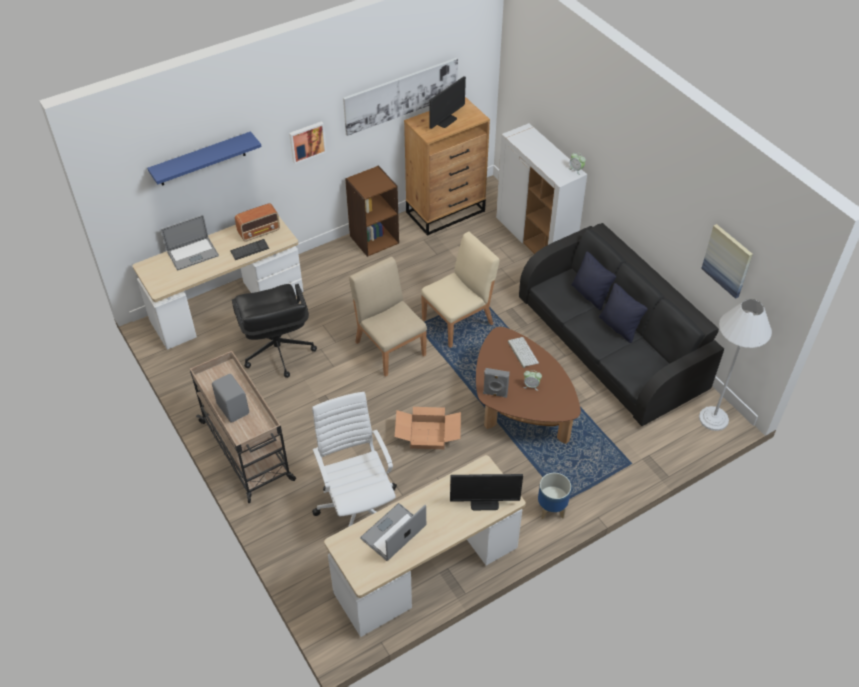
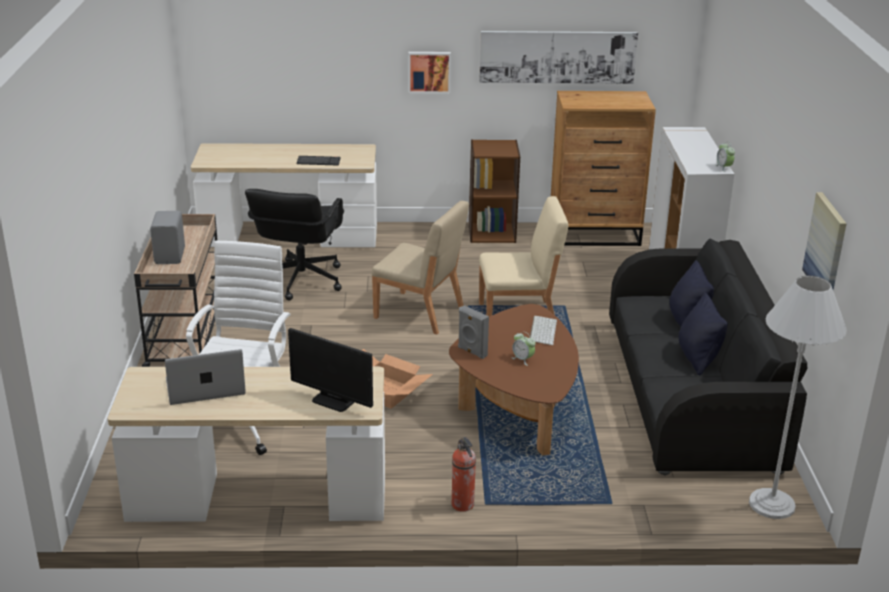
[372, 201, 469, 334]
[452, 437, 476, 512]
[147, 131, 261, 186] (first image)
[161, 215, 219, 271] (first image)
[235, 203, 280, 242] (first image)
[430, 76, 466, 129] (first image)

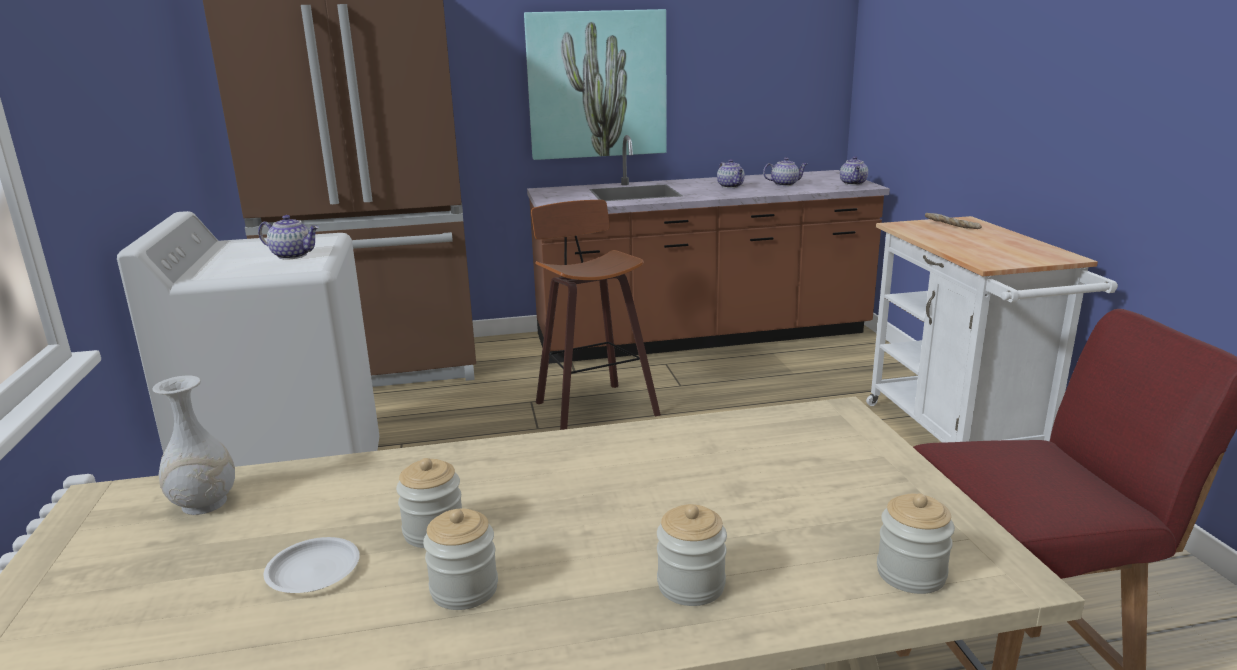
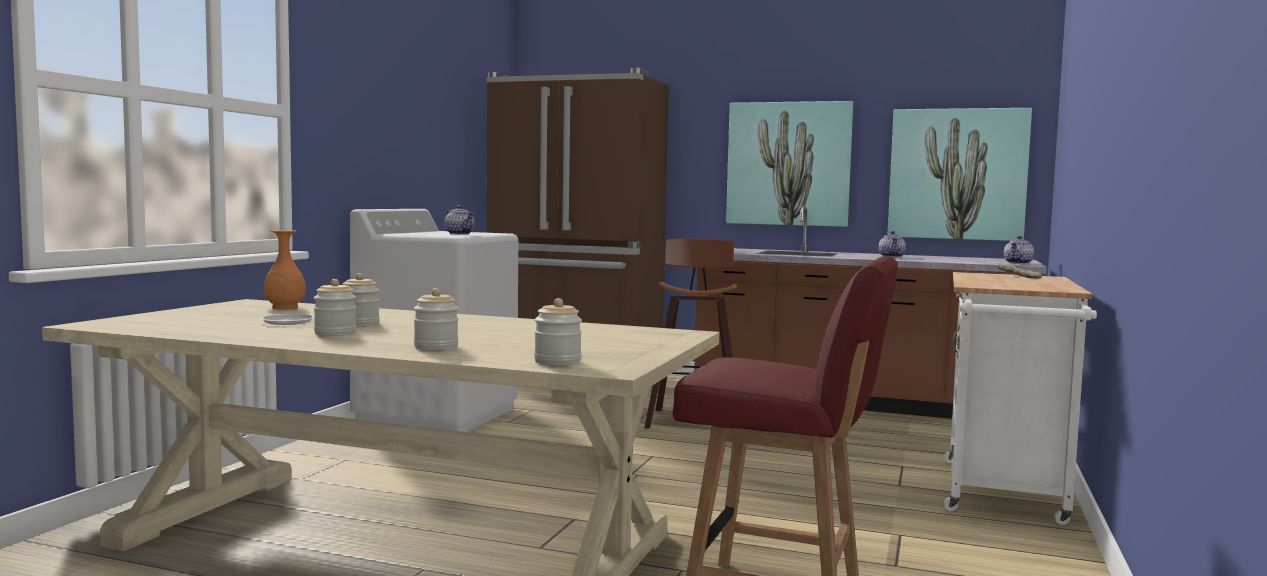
[264, 230, 306, 309]
[888, 108, 1032, 241]
[763, 157, 807, 186] (first image)

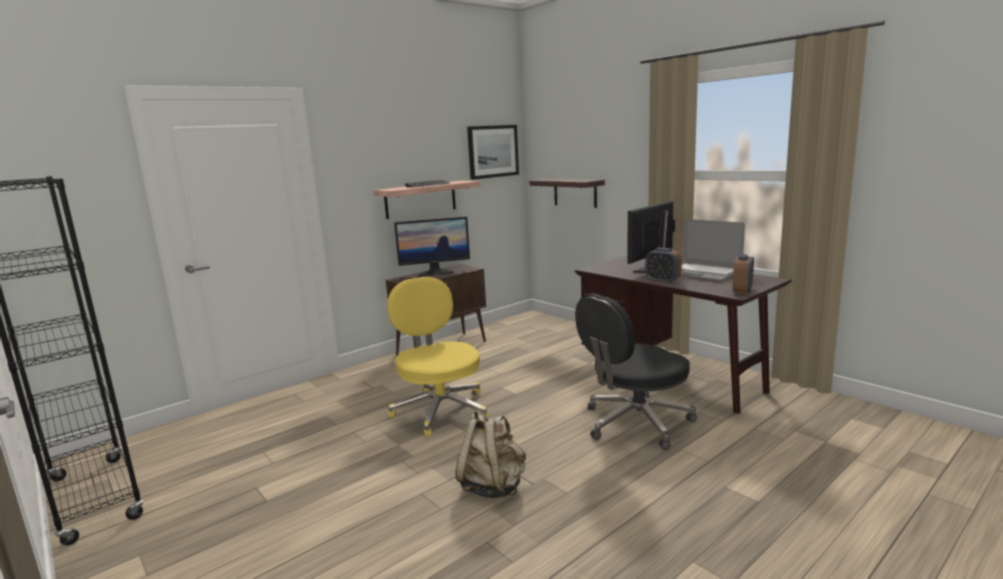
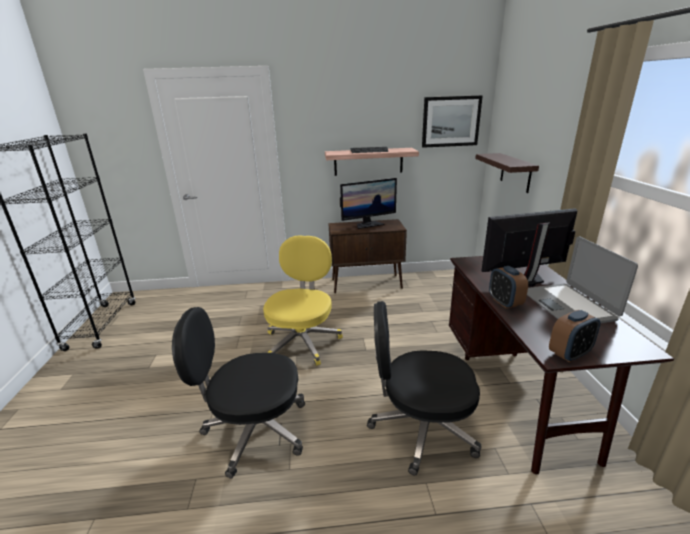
[172, 307, 305, 479]
[340, 178, 397, 229]

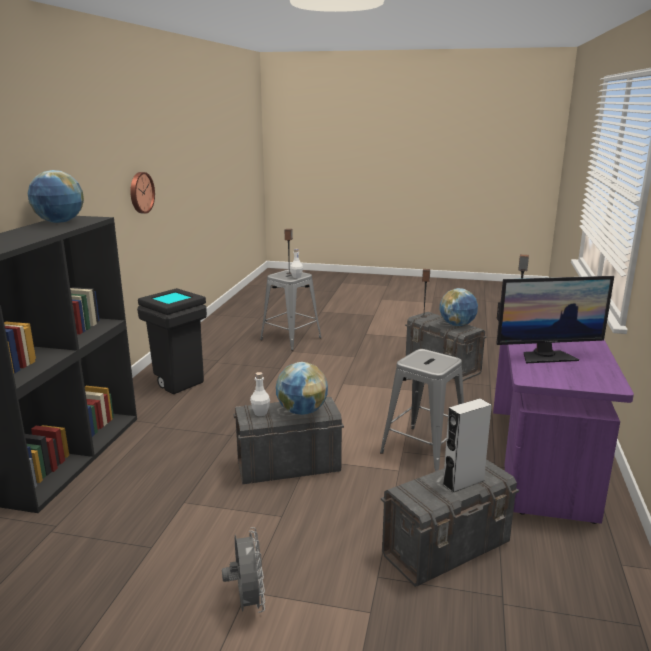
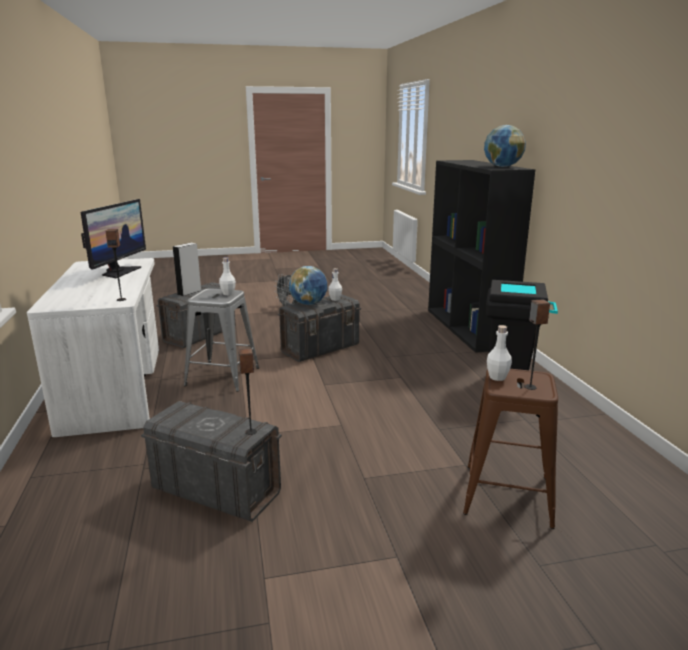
[27, 258, 159, 437]
[81, 199, 146, 278]
[219, 257, 236, 295]
[463, 369, 558, 529]
[130, 172, 155, 214] (first image)
[440, 288, 478, 326] (first image)

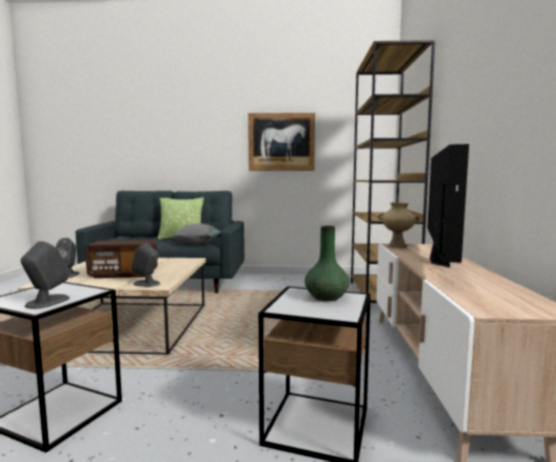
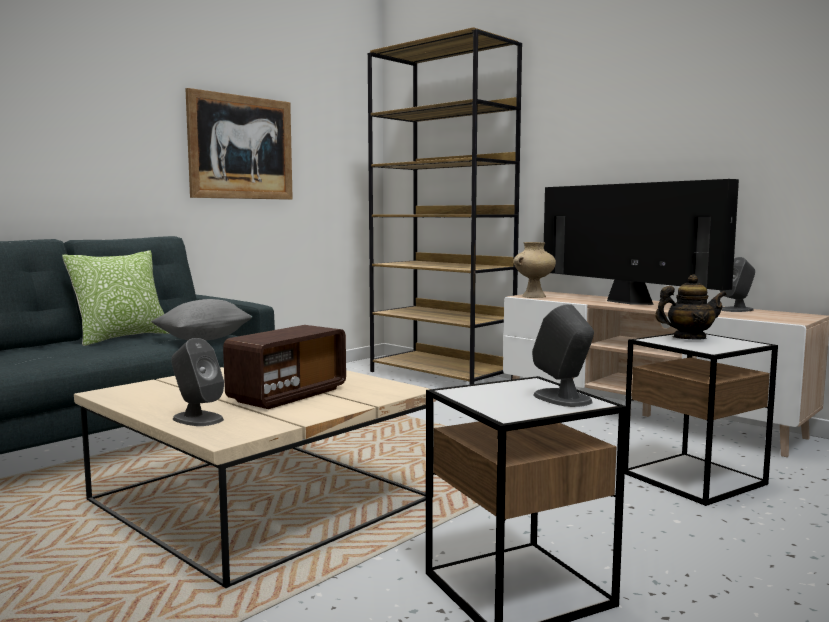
[655, 275, 727, 339]
[720, 257, 755, 312]

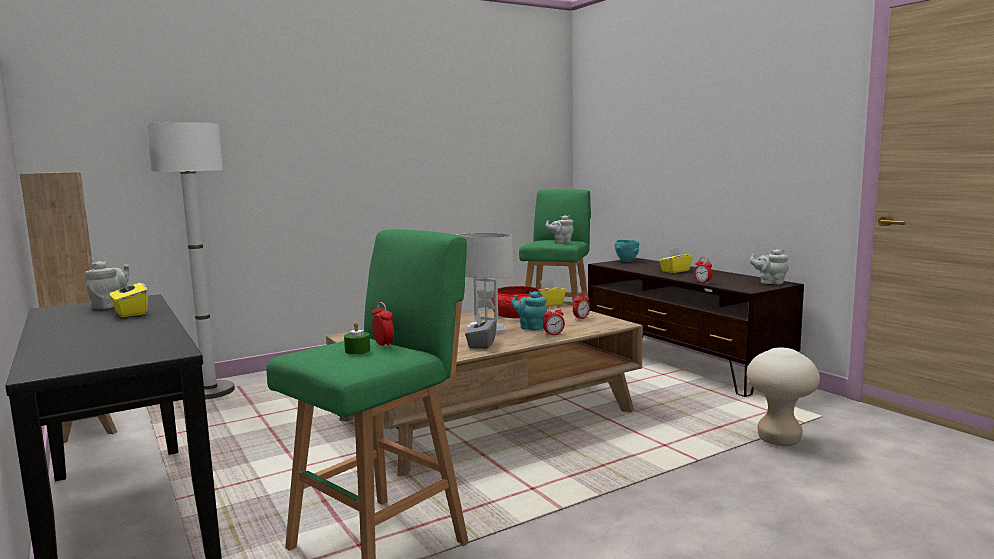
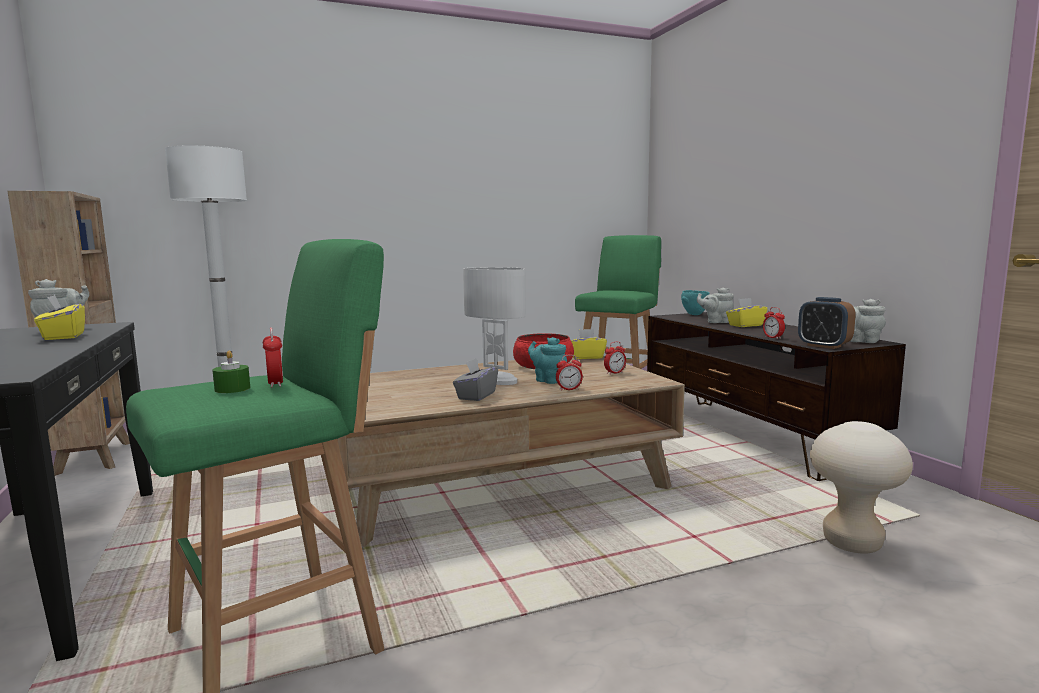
[697, 288, 734, 323]
[798, 297, 856, 349]

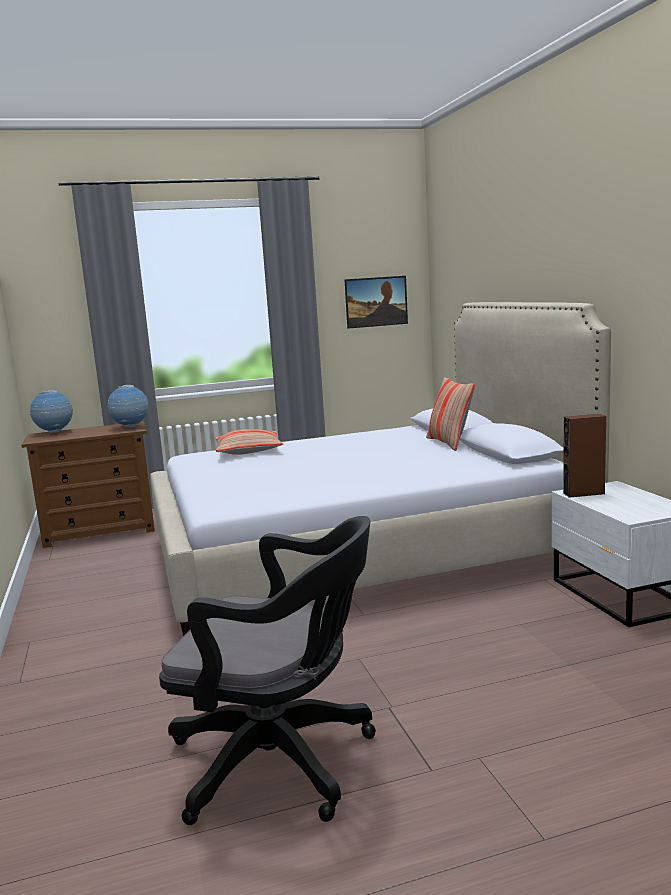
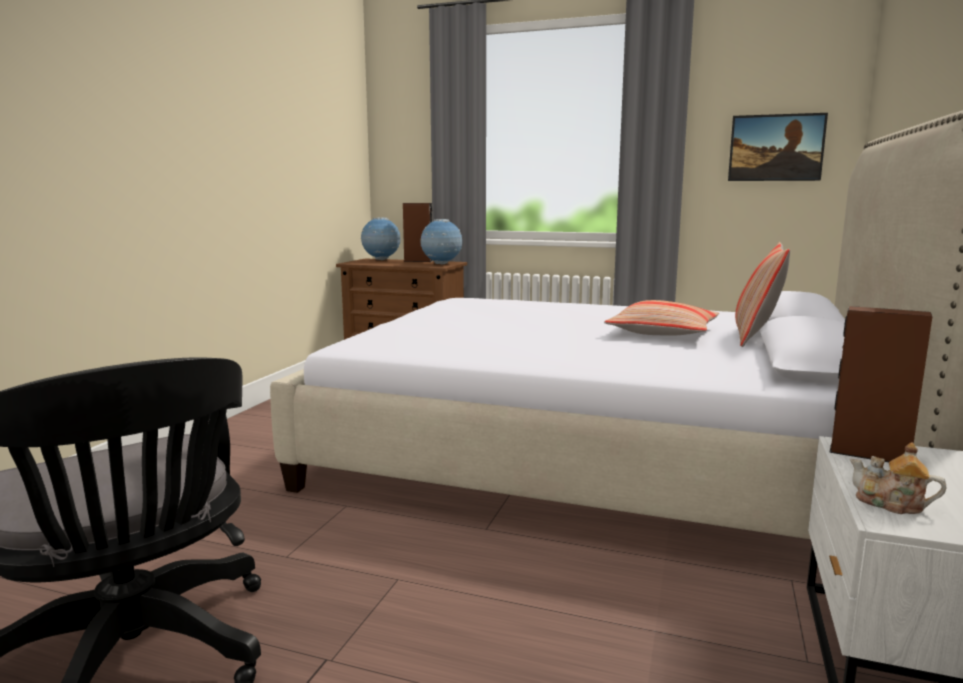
[403, 203, 433, 262]
[604, 300, 719, 336]
[850, 442, 946, 514]

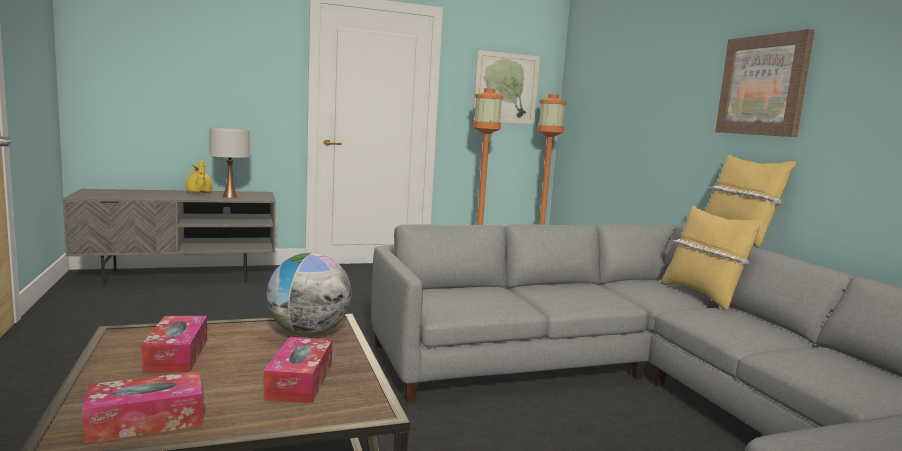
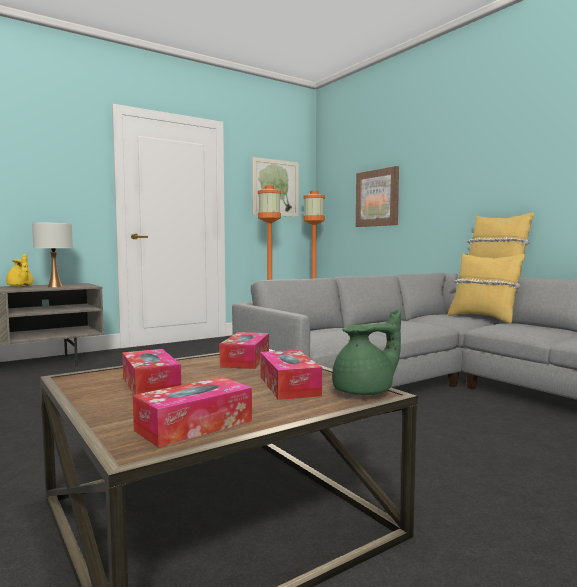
[219, 332, 269, 369]
[332, 309, 401, 395]
[356, 166, 399, 227]

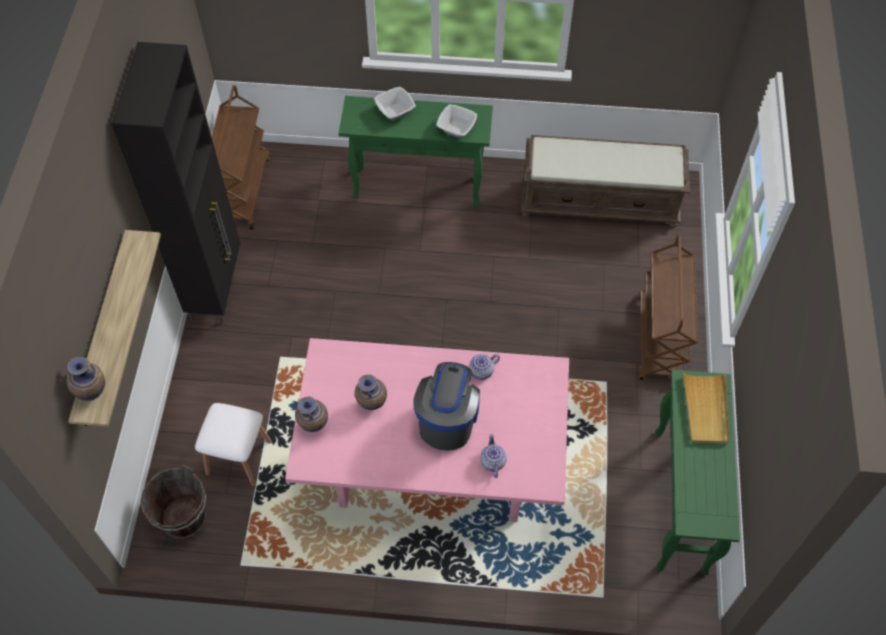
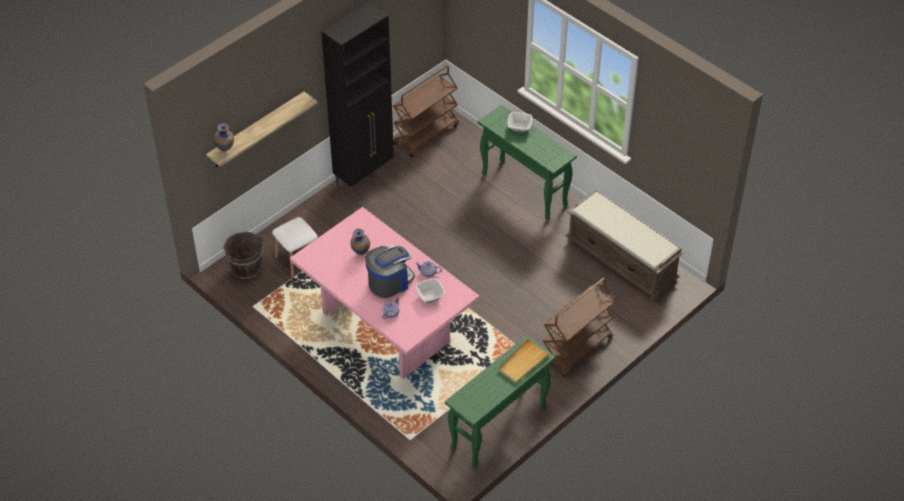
[415, 278, 445, 303]
[295, 397, 328, 432] (first image)

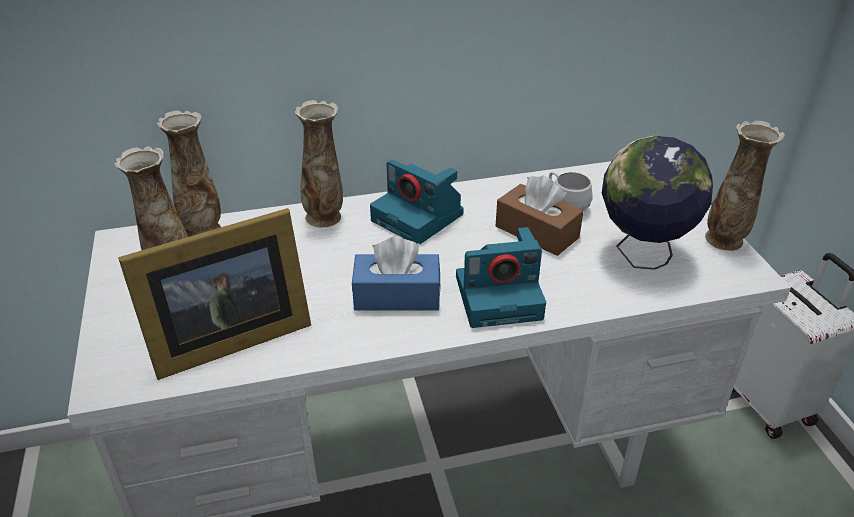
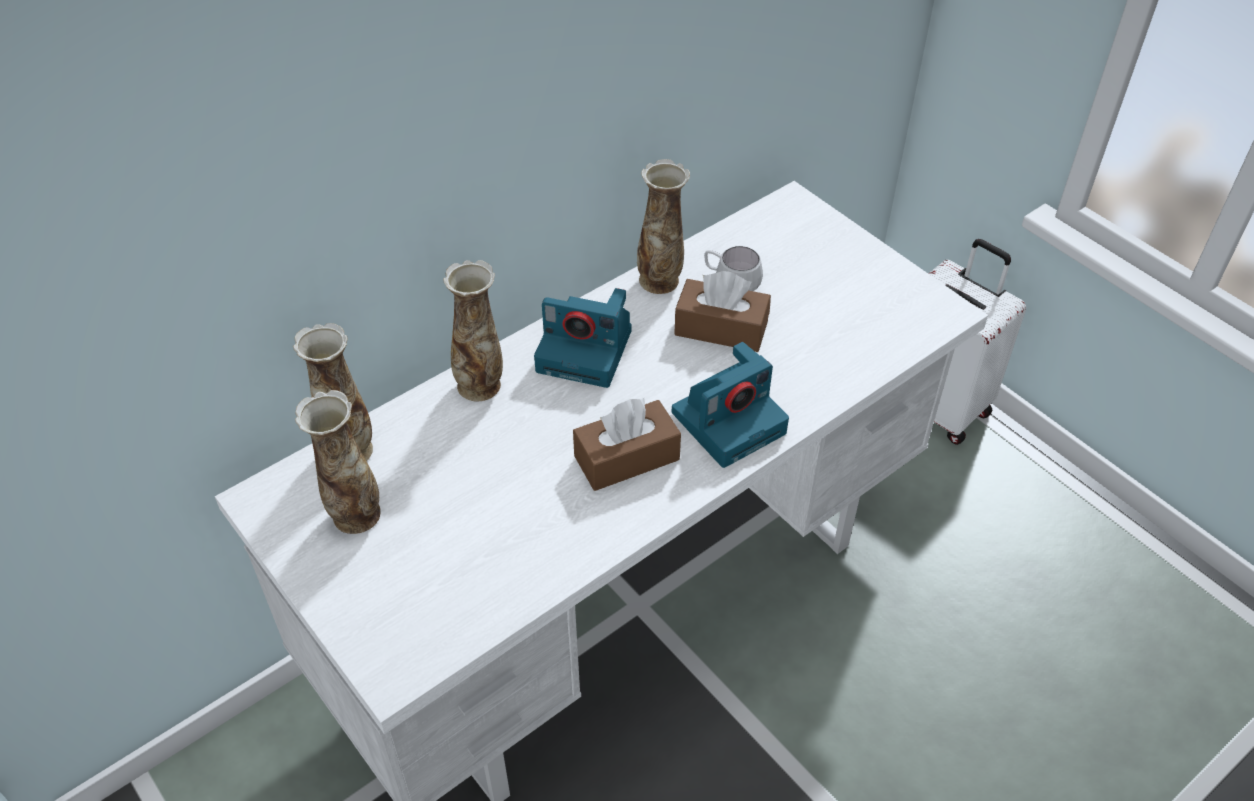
[573, 398, 681, 491]
[637, 159, 690, 294]
[118, 208, 311, 380] (first image)
[602, 136, 713, 270] (first image)

